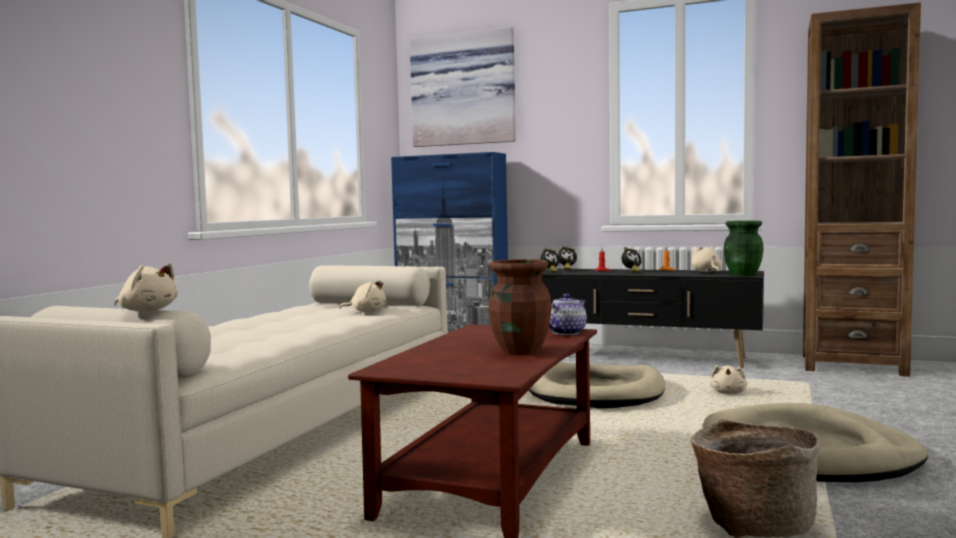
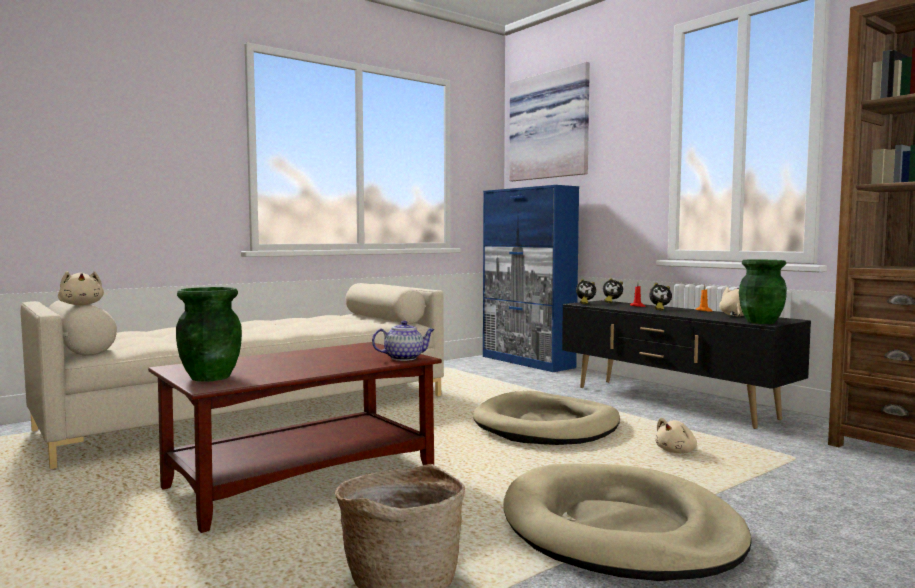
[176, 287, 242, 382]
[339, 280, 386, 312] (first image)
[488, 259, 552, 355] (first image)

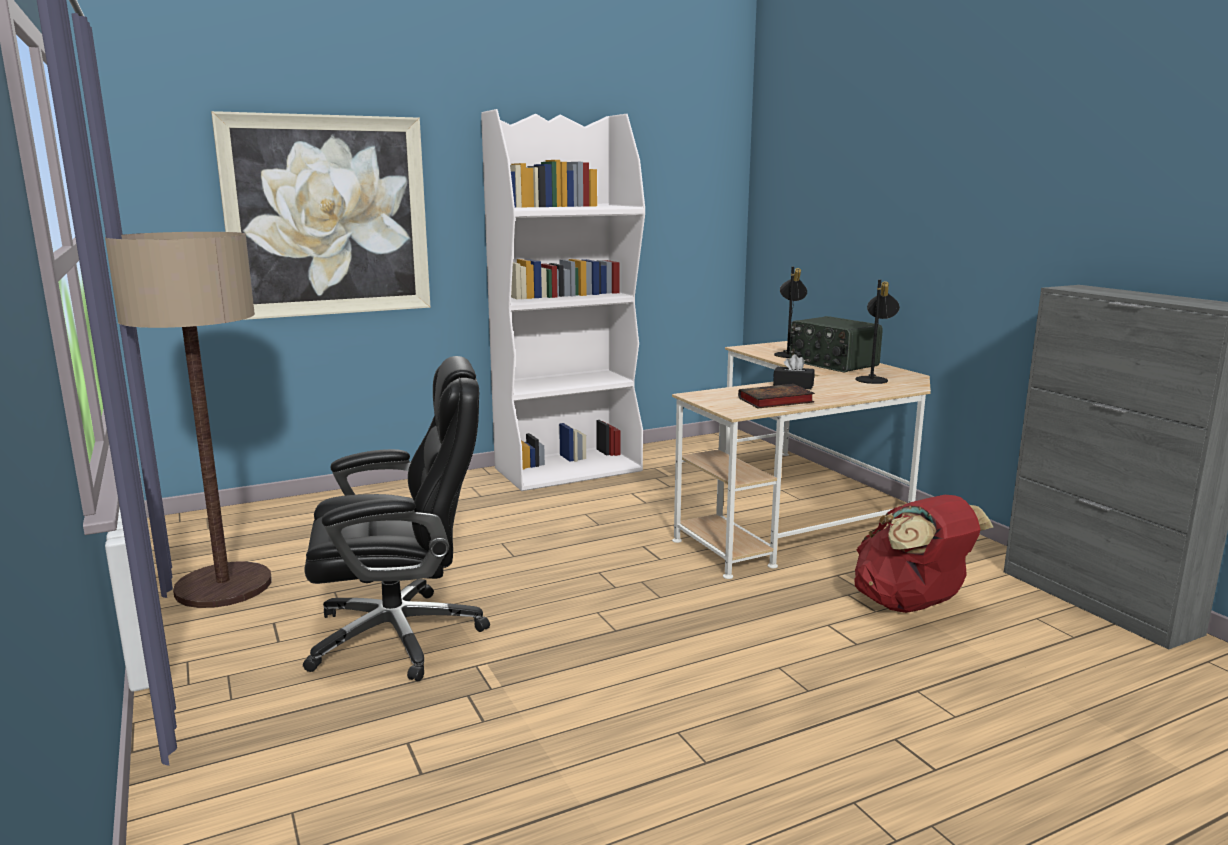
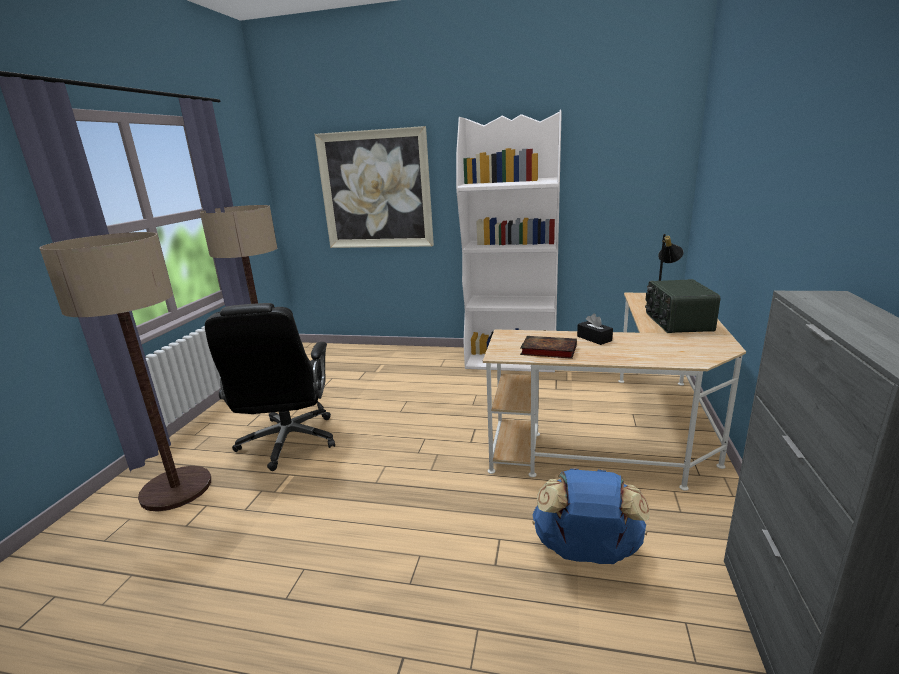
[39, 232, 211, 512]
[205, 303, 335, 471]
[532, 468, 649, 564]
[855, 279, 900, 384] (first image)

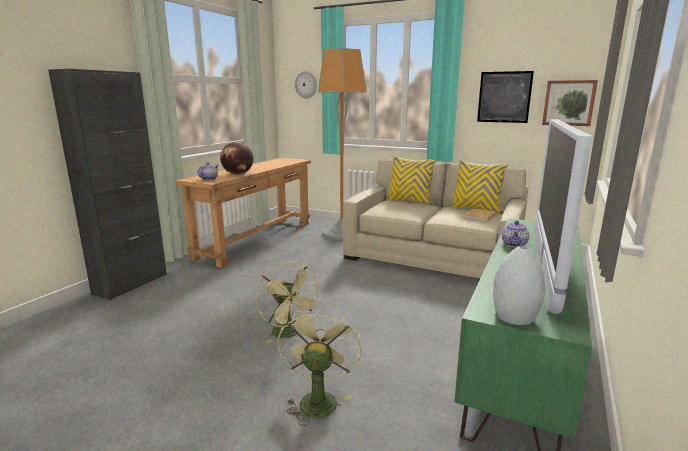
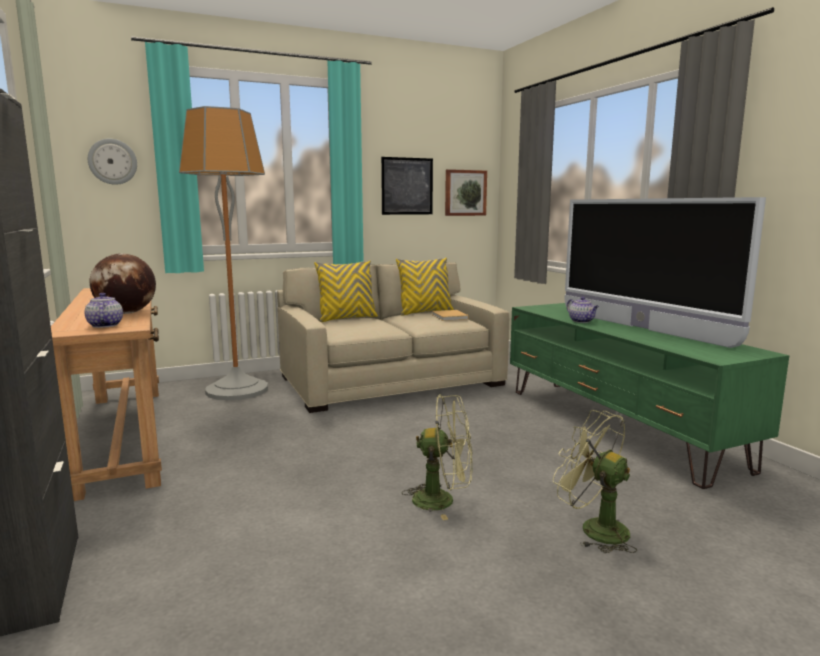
[493, 245, 545, 325] (first image)

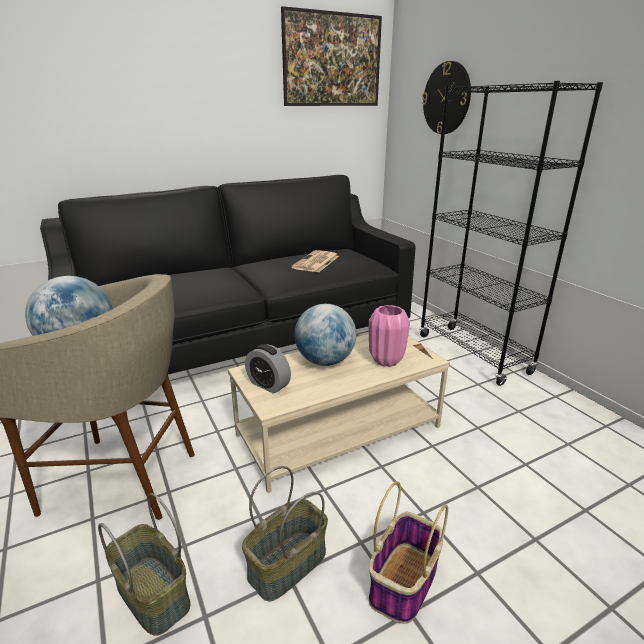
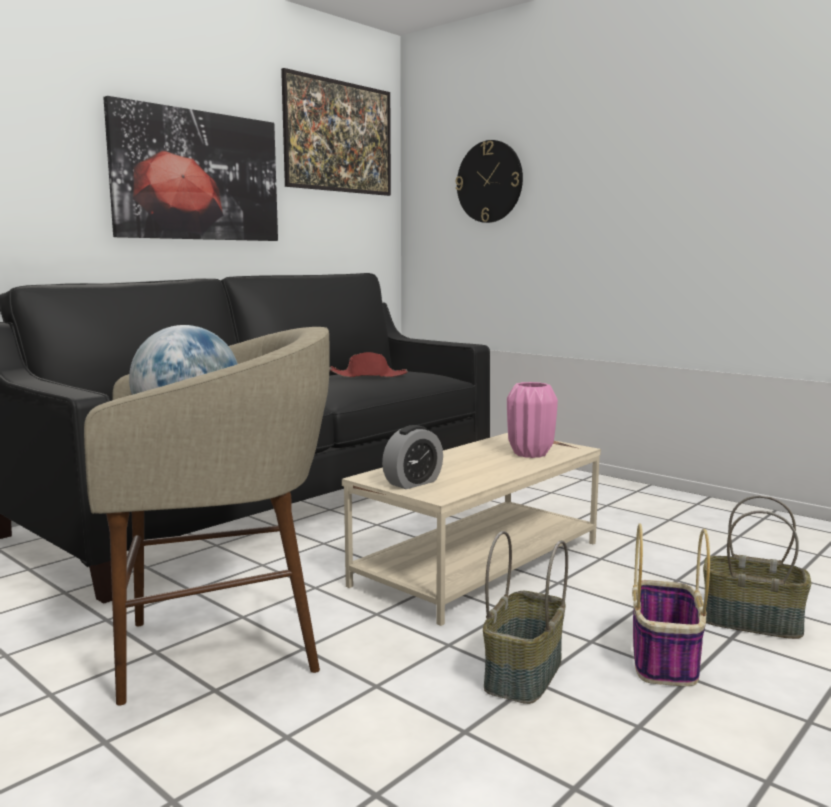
[103, 96, 278, 241]
[329, 352, 408, 377]
[382, 425, 443, 489]
[703, 495, 812, 639]
[295, 304, 356, 366] (first image)
[420, 81, 603, 386] (first image)

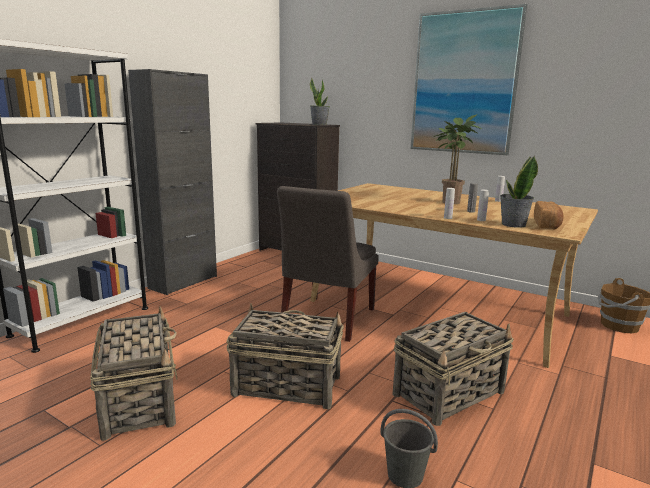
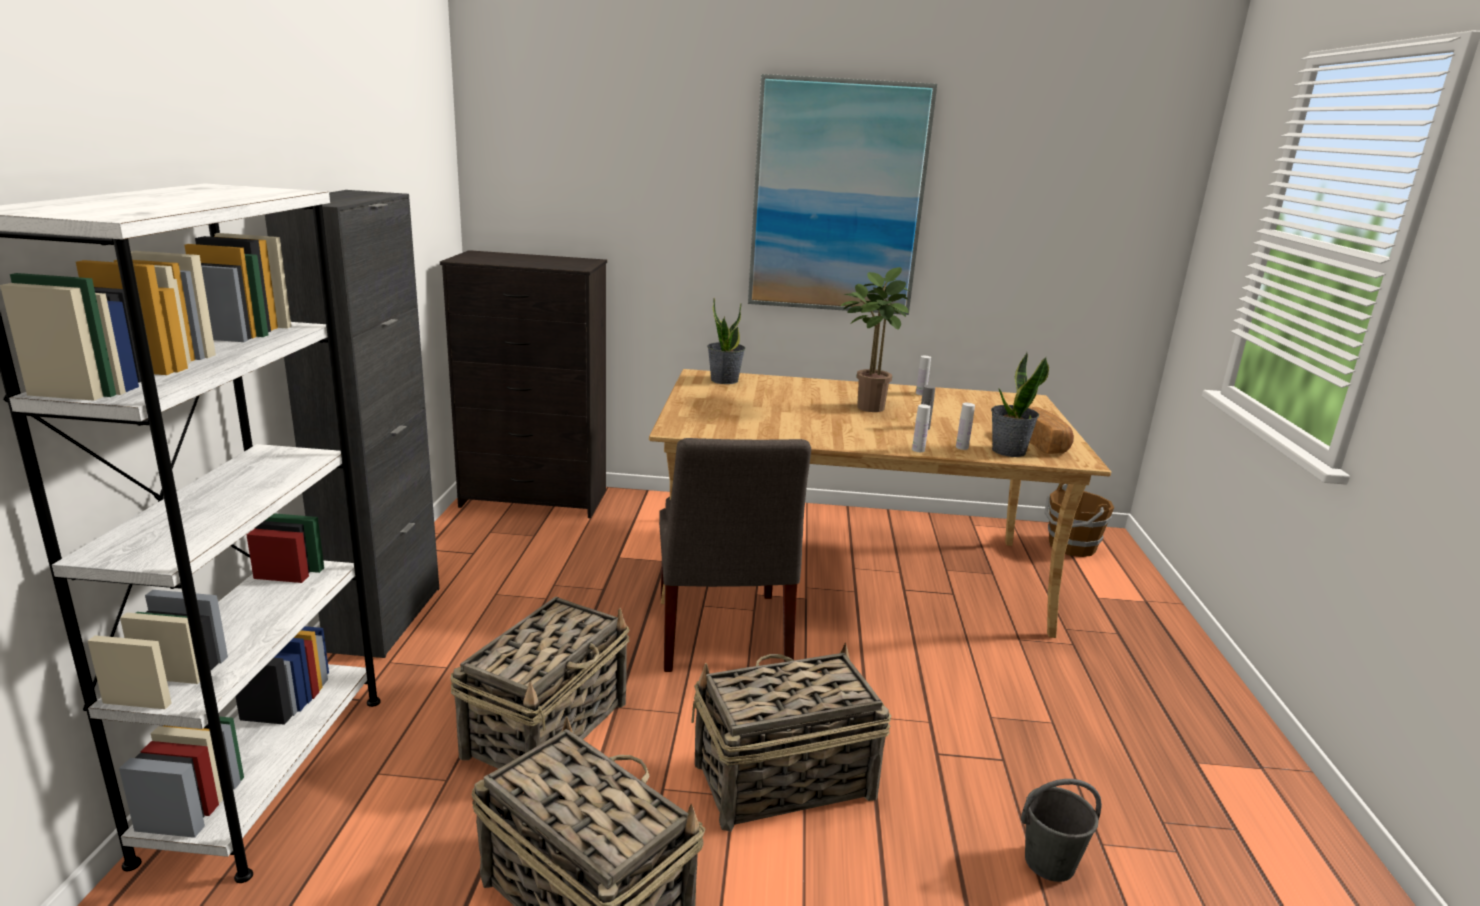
[450, 597, 629, 769]
[707, 298, 745, 384]

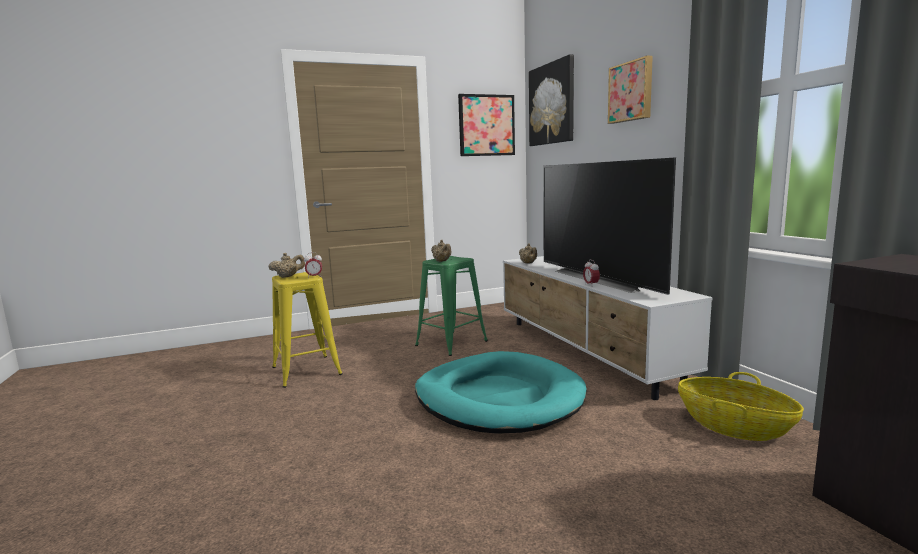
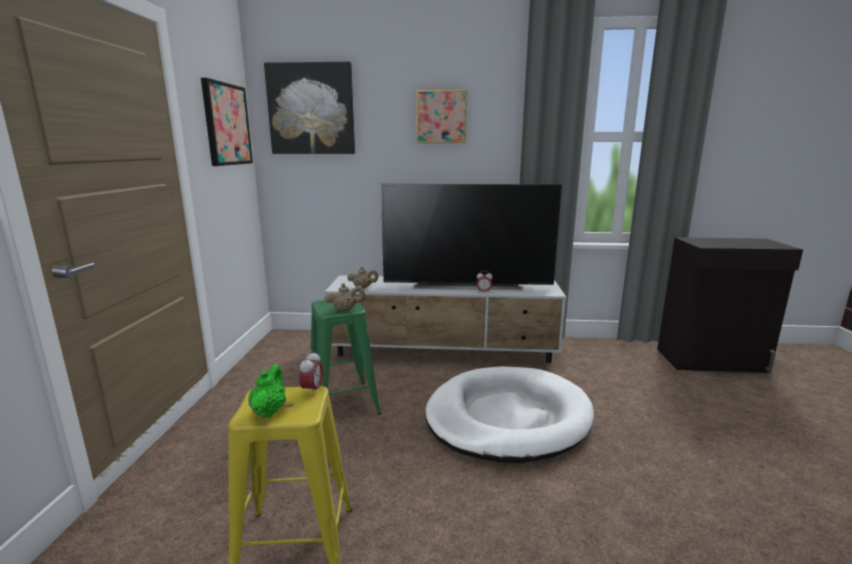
[248, 365, 286, 418]
[425, 366, 594, 463]
[678, 372, 804, 441] (first image)

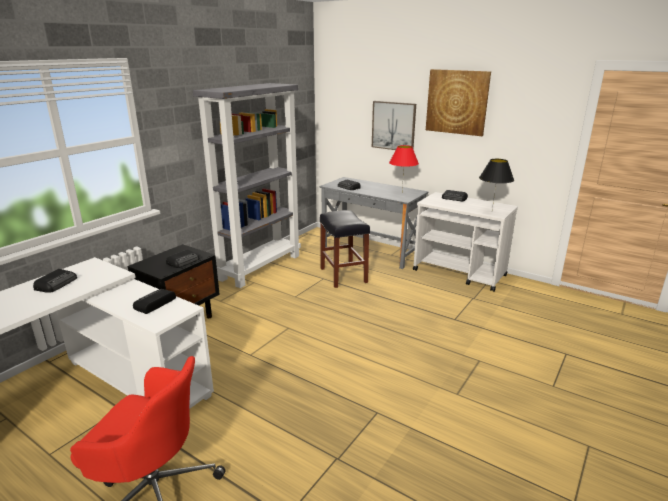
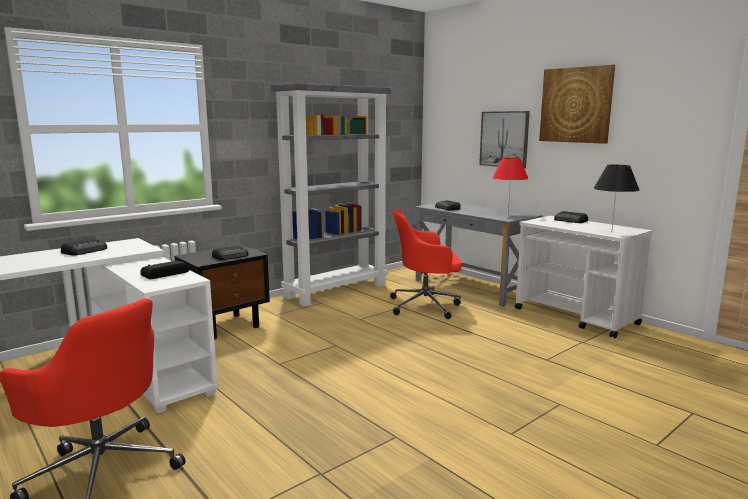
[390, 209, 462, 319]

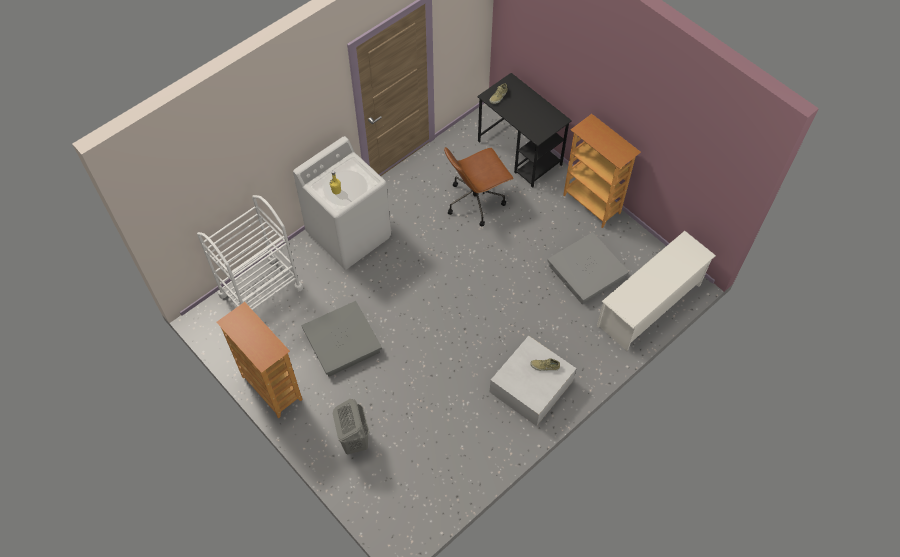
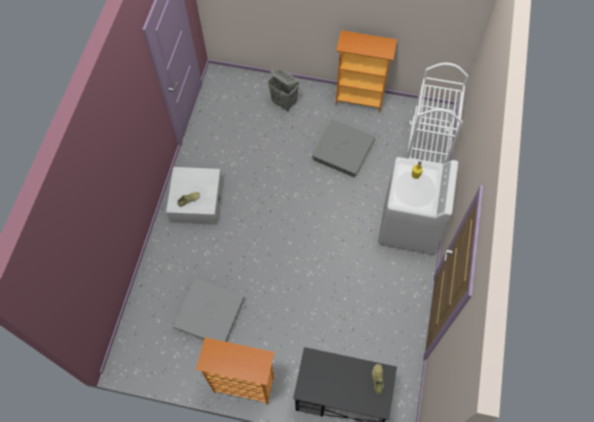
[444, 147, 514, 226] (first image)
[597, 231, 716, 351] (first image)

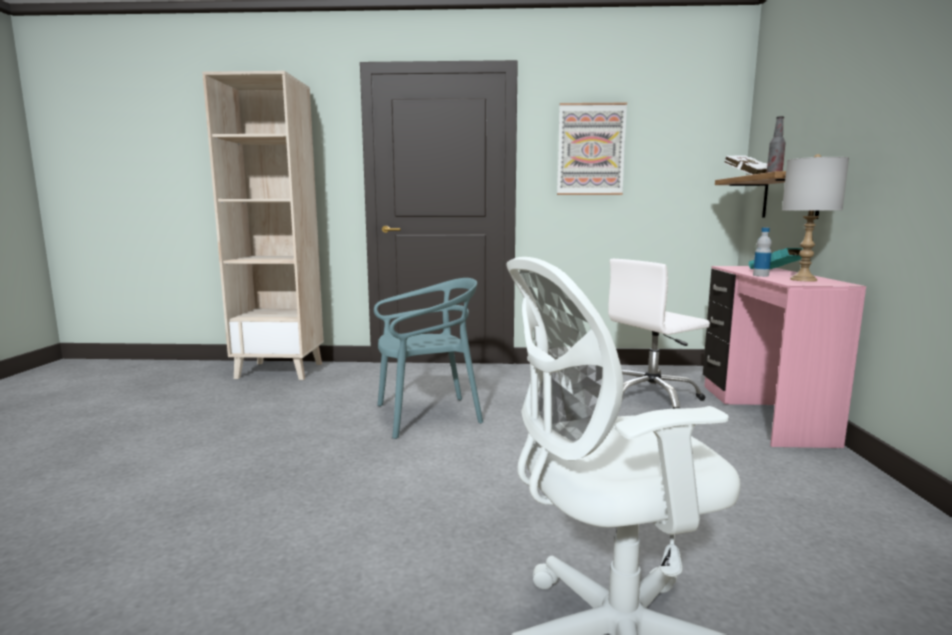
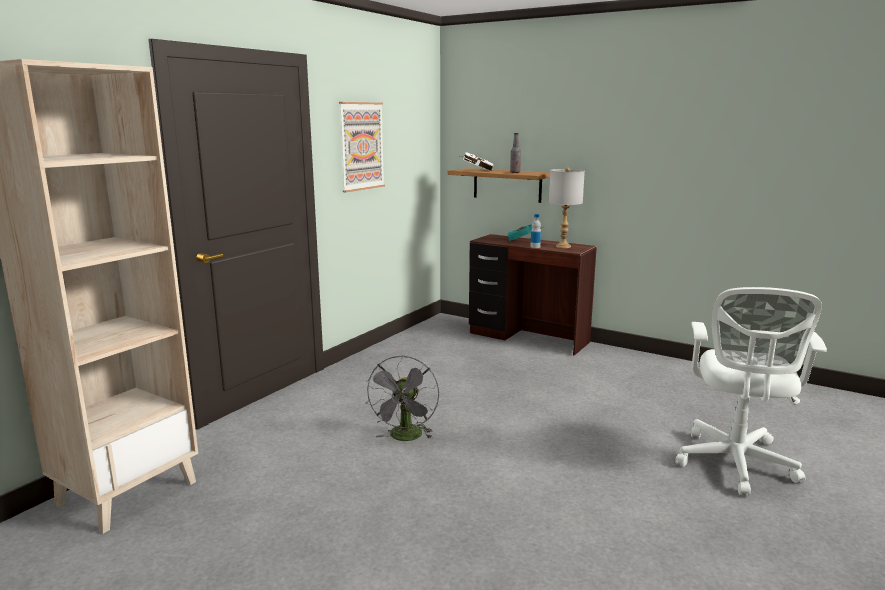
[366, 356, 439, 441]
[469, 234, 597, 356]
[608, 259, 710, 409] (first image)

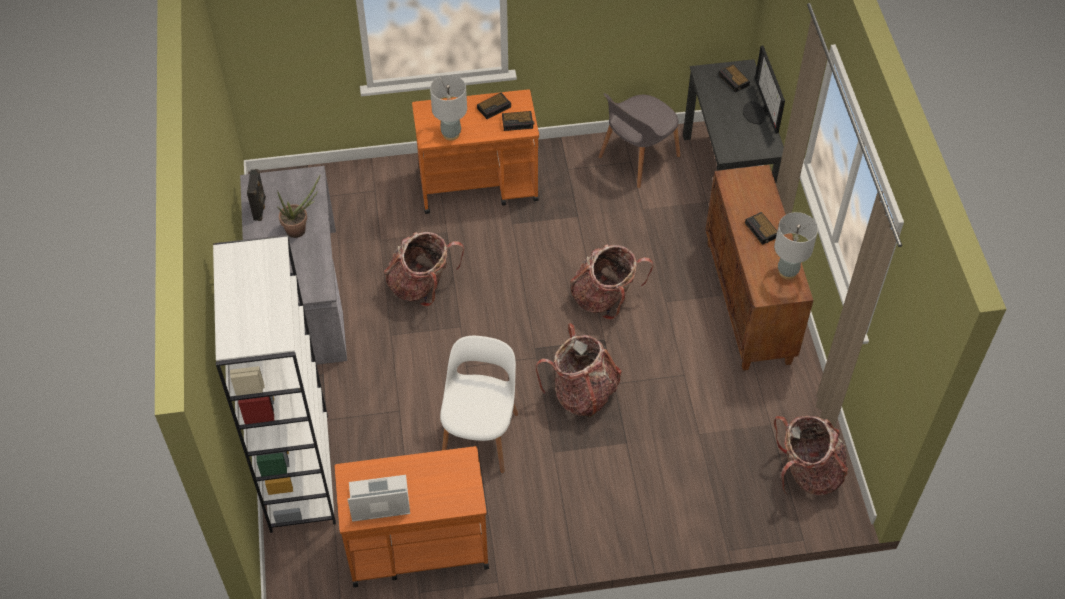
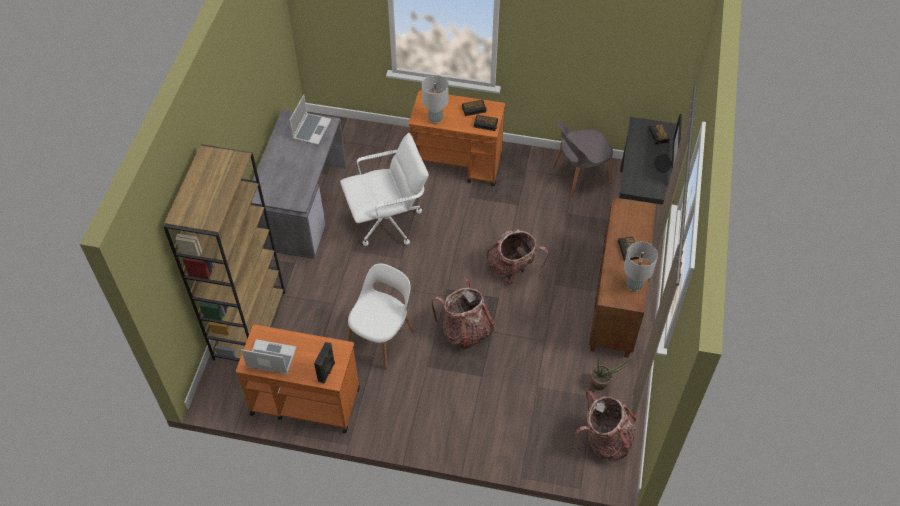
[163, 144, 285, 361]
[290, 95, 331, 145]
[314, 342, 335, 384]
[340, 133, 429, 246]
[590, 356, 633, 390]

